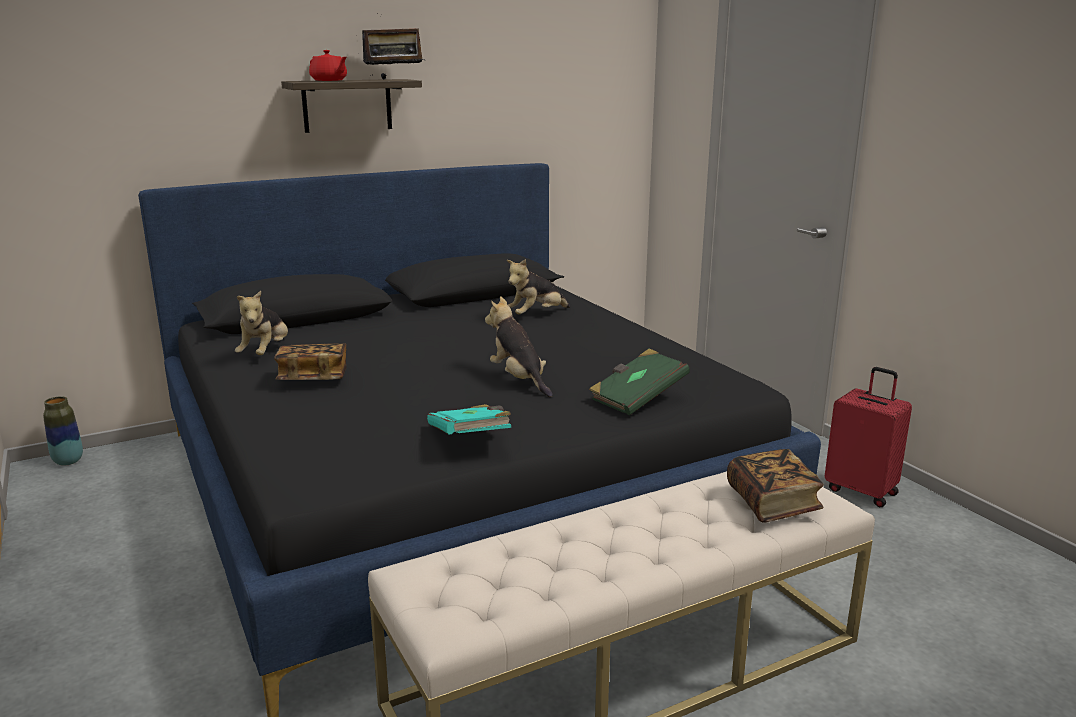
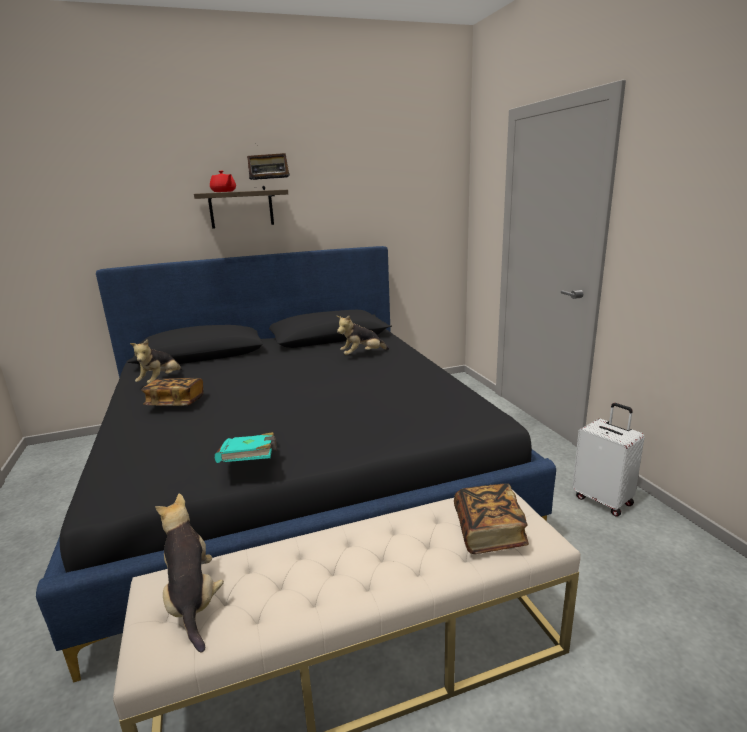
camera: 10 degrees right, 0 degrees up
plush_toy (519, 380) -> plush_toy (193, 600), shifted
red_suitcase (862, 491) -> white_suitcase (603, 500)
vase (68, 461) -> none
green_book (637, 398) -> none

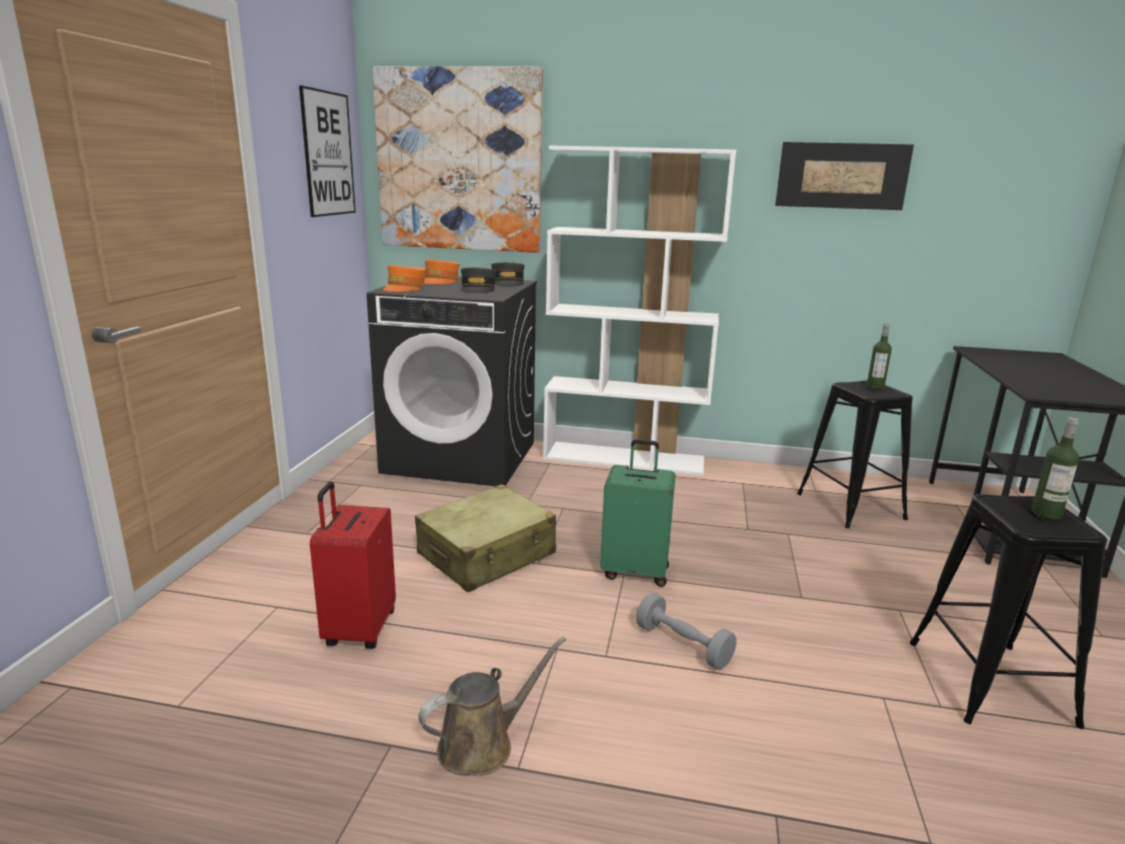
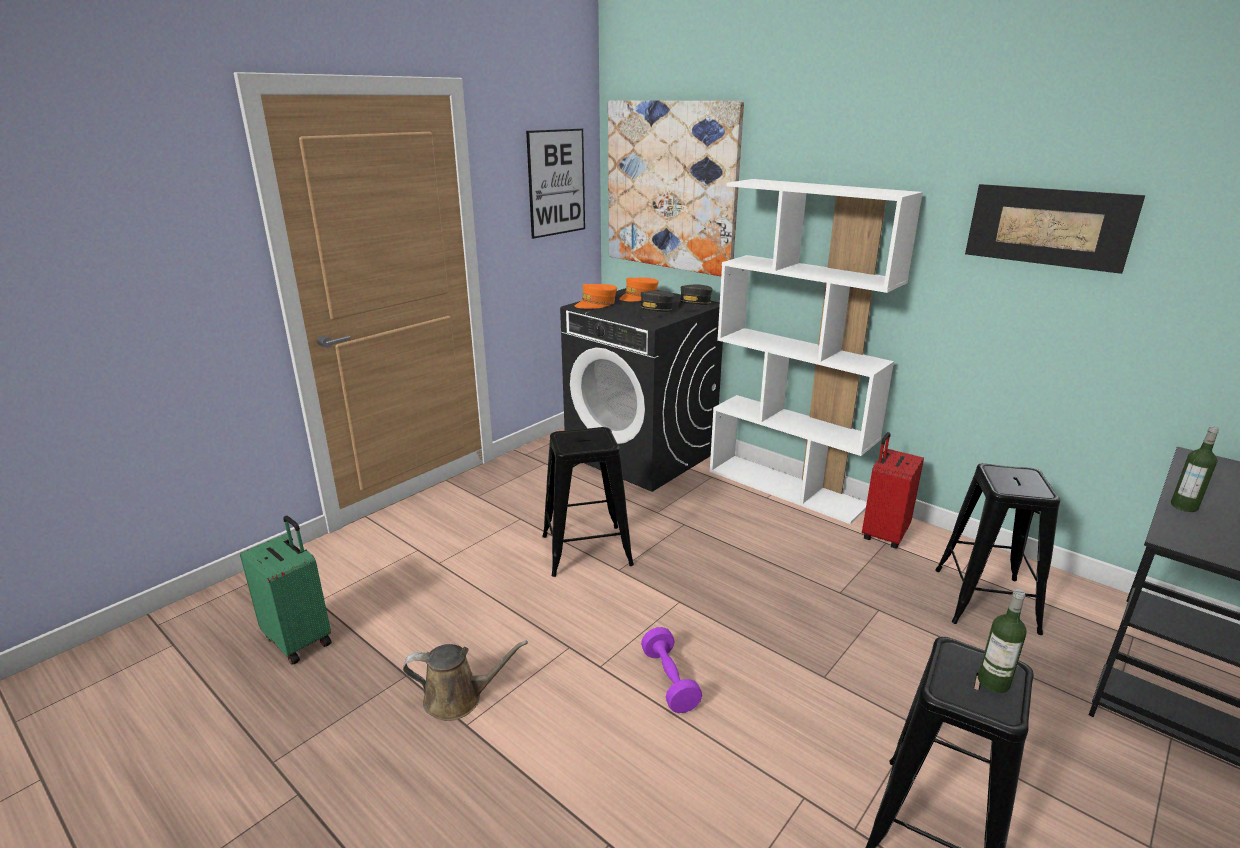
camera: 30 degrees right, 5 degrees up
green_suitcase (635, 571) -> green_suitcase (300, 639), shifted
beige_suitcase (487, 554) -> black_stool (586, 550)
grey_dumbbell (683, 645) -> purple_dumbbell (669, 681)
red_suitcase (358, 629) -> red_suitcase (883, 534), shifted
bottle (875, 386) -> bottle (1184, 506), shifted

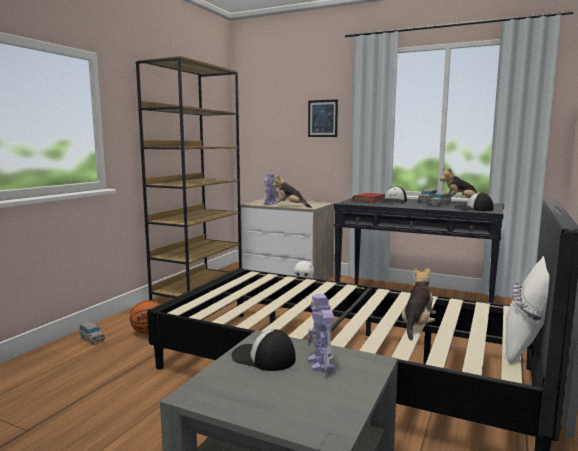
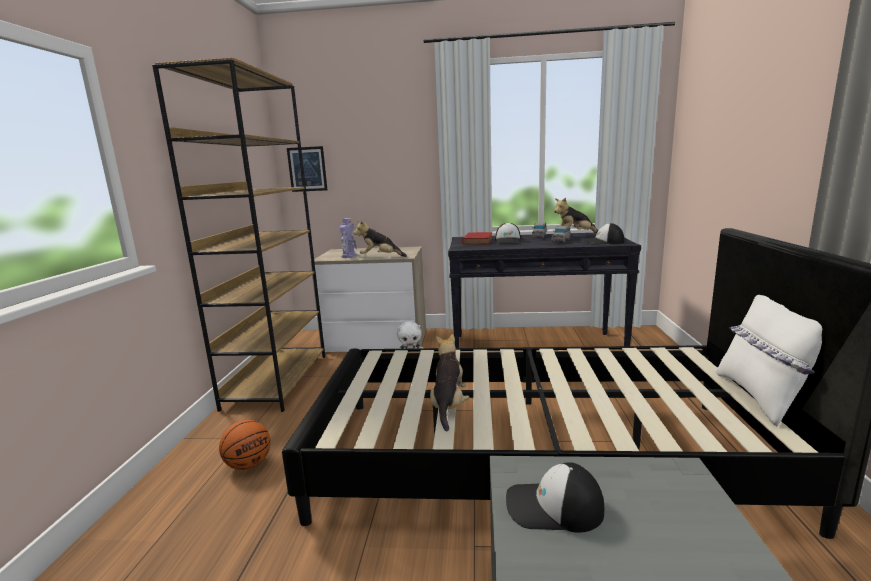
camera: 20 degrees left, 5 degrees up
picture (322, 118) -> picture (307, 169), shifted
plush_toy (417, 325) -> plush_toy (448, 406), shifted
grey_toy_car (92, 339) -> none
toy_robot (321, 364) -> none

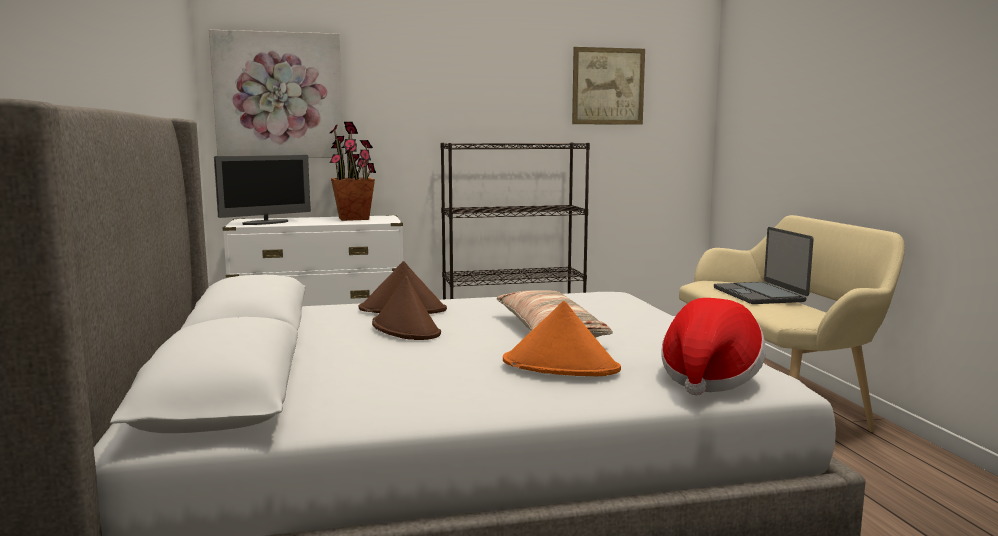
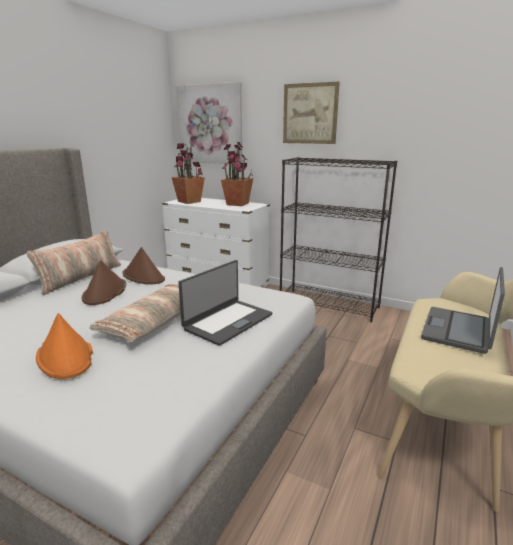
camera: 40 degrees right, 10 degrees up
none -> pillow (80, 278)
monitor (266, 223) -> potted_plant (189, 201)
none -> laptop (227, 321)
picture (608, 86) -> picture (310, 114), shifted
hat (709, 378) -> none

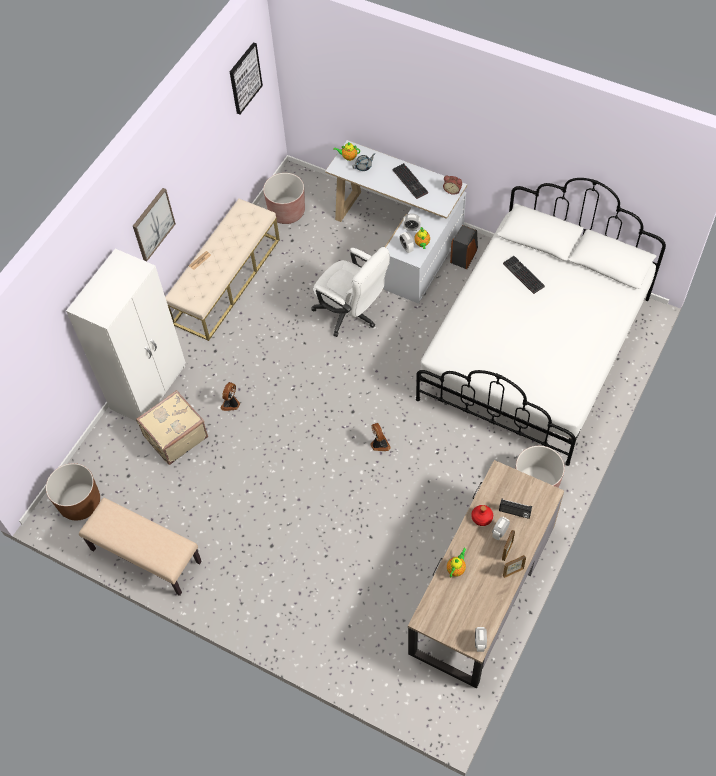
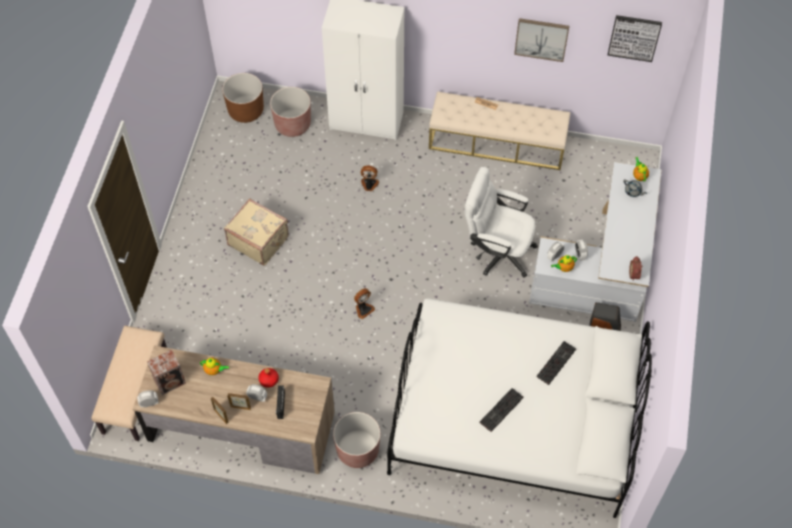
camera: 70 degrees right, 0 degrees up
beige_bench (145, 556) -> beige_bench (135, 392), shifted
none -> speaker (171, 381)
beige_suitcase (175, 436) -> beige_suitcase (258, 240), shifted
brown_planter (286, 212) -> brown_planter (292, 124), shifted
white_office_chair (351, 314) -> white_office_chair (497, 251), 90 degrees clockwise
keyboard (411, 182) -> keyboard (501, 411), shifted
picture (153, 224) -> picture (541, 39), shifted

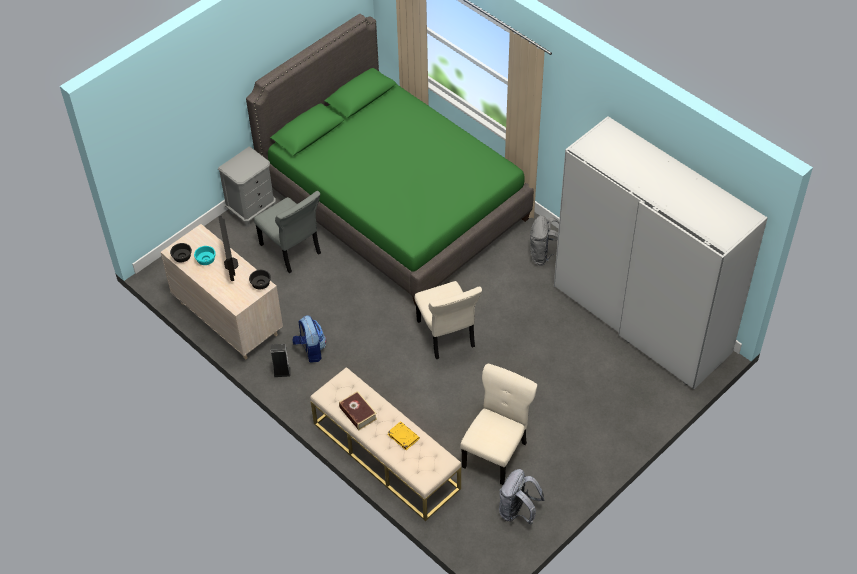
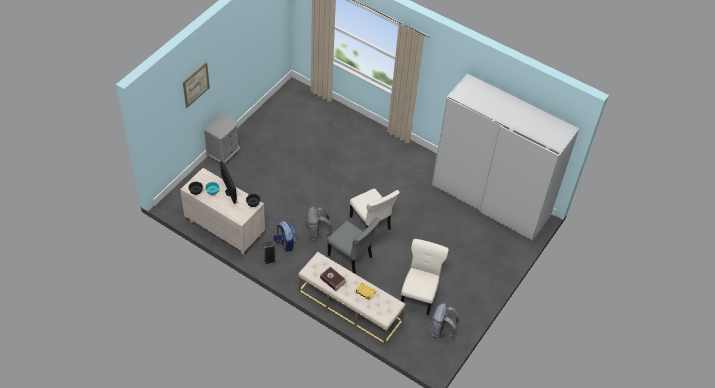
camera: 15 degrees left, 0 degrees up
none -> picture (195, 85)
grey_backpack (545, 256) -> grey_backpack (317, 233), shifted
grey_chair (291, 251) -> grey_chair (351, 257), shifted
green_bed (394, 203) -> none

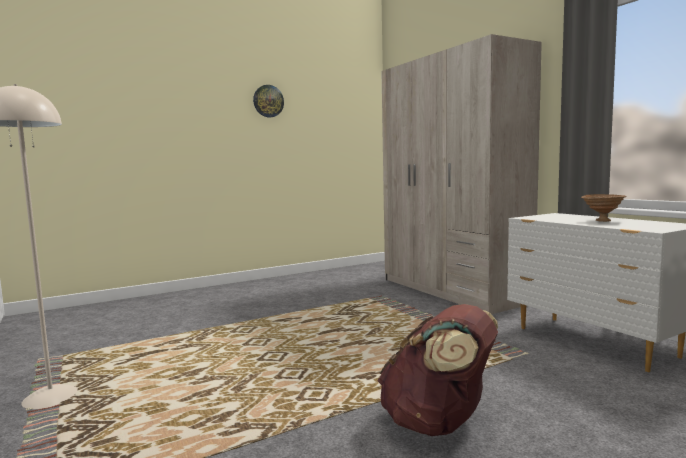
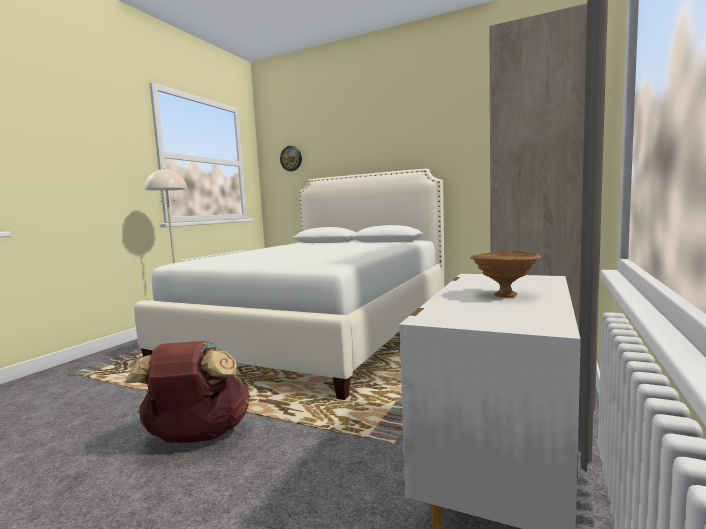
camera: 55 degrees right, 0 degrees up
none -> white_bed (321, 330)
wall_clock (268, 101) -> wall_clock (291, 158), shifted

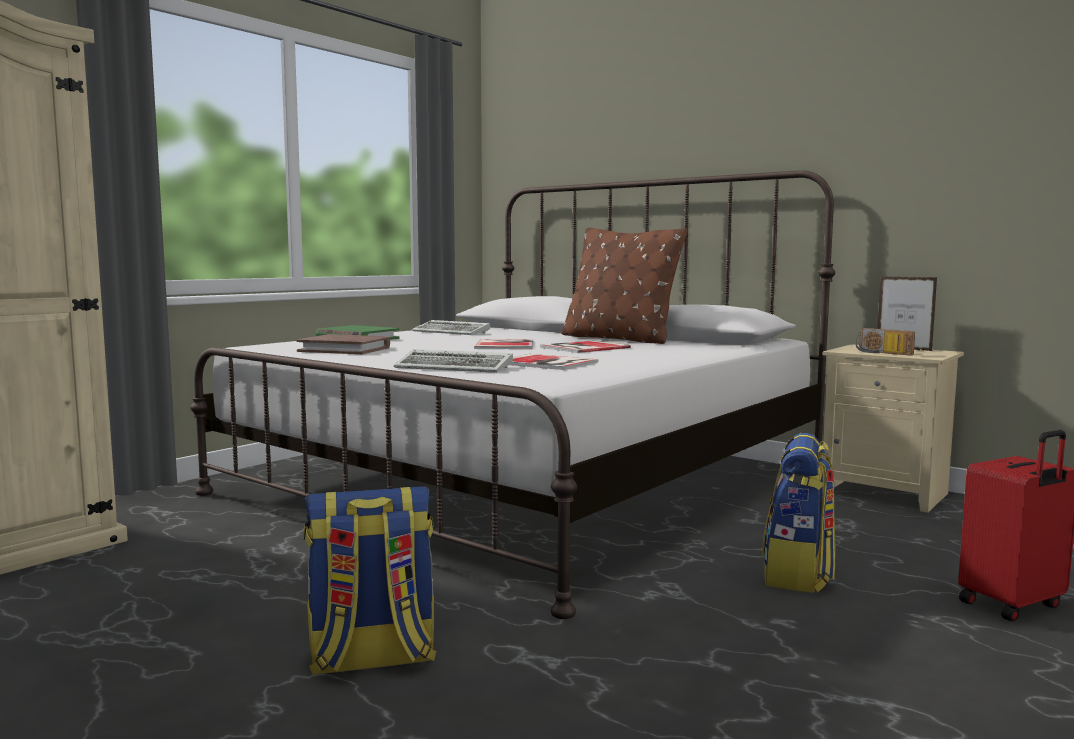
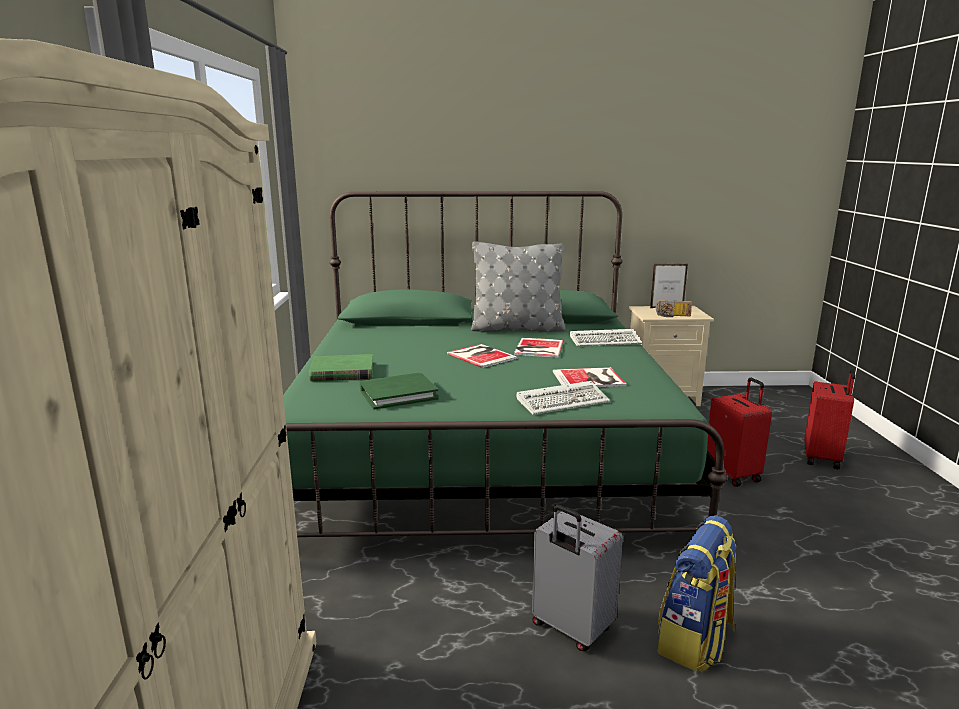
camera: 40 degrees left, 10 degrees up
white_bed (525, 483) -> green_bed (480, 453)
brown_book (345, 349) -> green_book (398, 394)
brown_pillow (619, 339) -> grey_pillow (517, 328)
none -> grey_suitcase (570, 628)
keyboard (453, 332) -> keyboard (606, 341), shifted
backpack (798, 574) -> red_suitcase (733, 474)

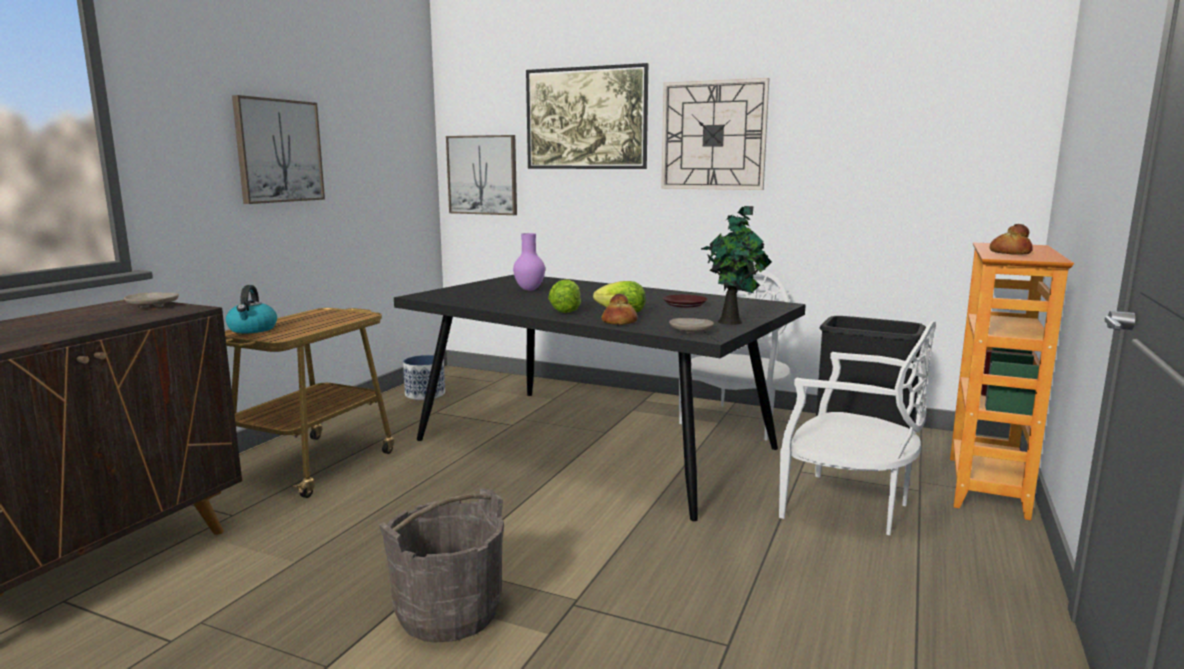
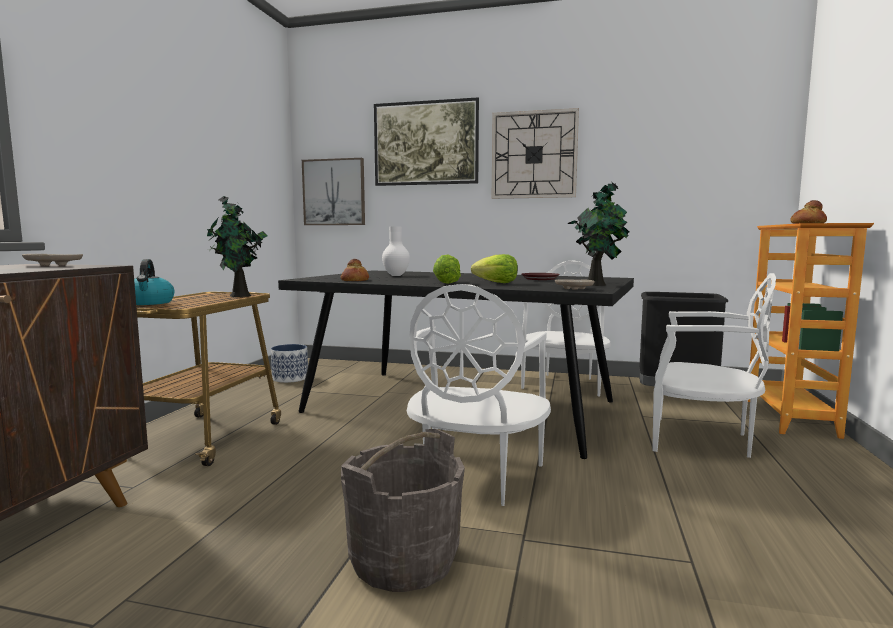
camera: 10 degrees left, 5 degrees down
none -> potted_plant (239, 296)
bread (620, 322) -> bread (355, 280), shifted
purple_vase (529, 290) -> white_vase (396, 275)
none -> white_chair (475, 478)
picture (279, 151) -> none

